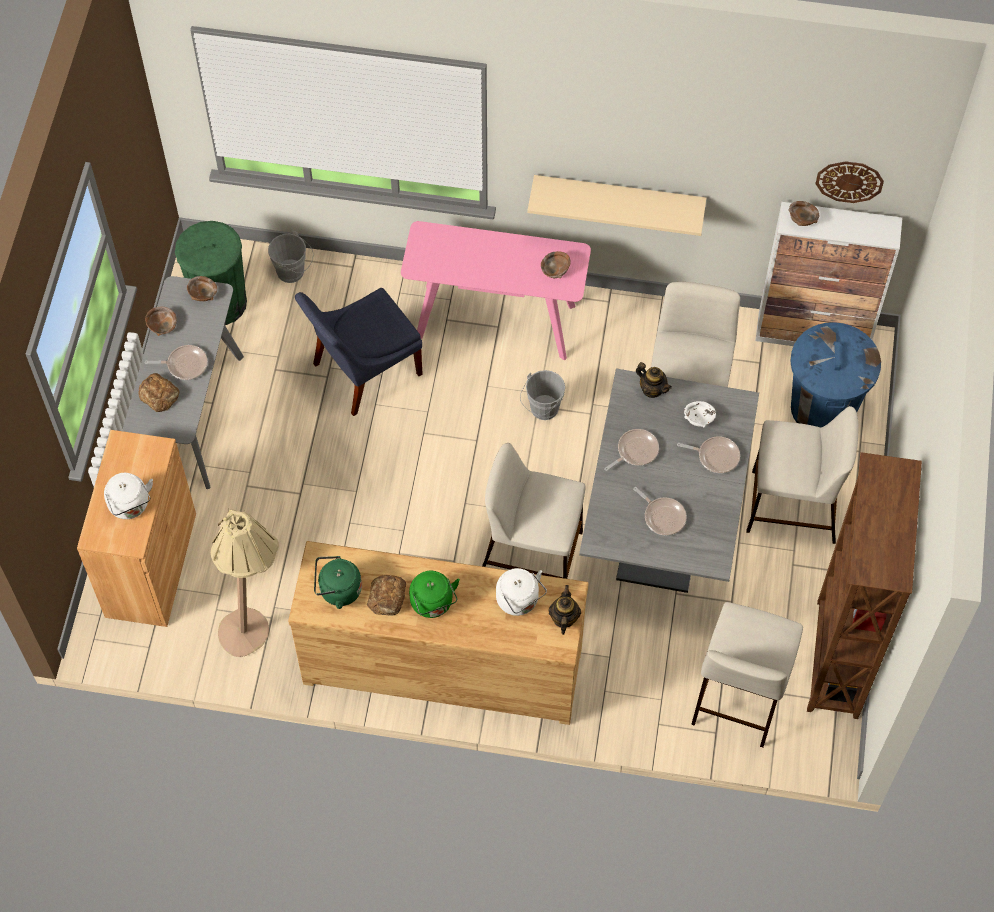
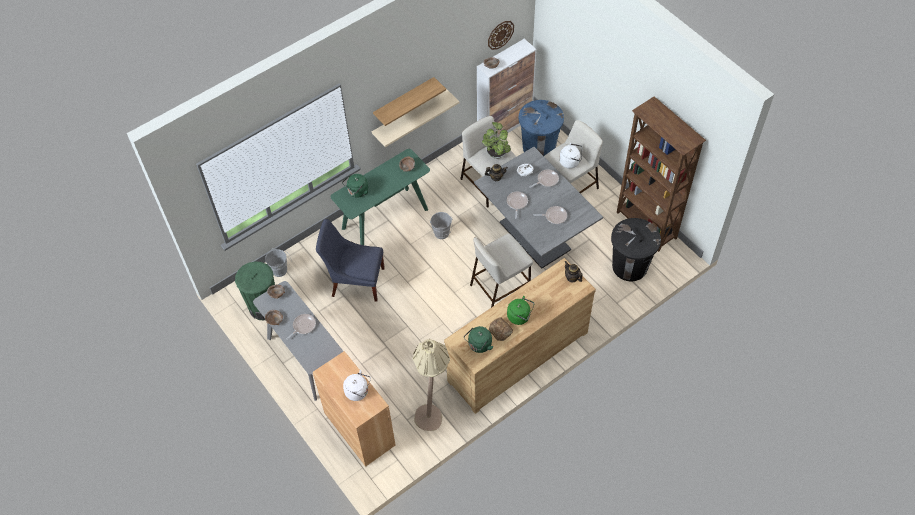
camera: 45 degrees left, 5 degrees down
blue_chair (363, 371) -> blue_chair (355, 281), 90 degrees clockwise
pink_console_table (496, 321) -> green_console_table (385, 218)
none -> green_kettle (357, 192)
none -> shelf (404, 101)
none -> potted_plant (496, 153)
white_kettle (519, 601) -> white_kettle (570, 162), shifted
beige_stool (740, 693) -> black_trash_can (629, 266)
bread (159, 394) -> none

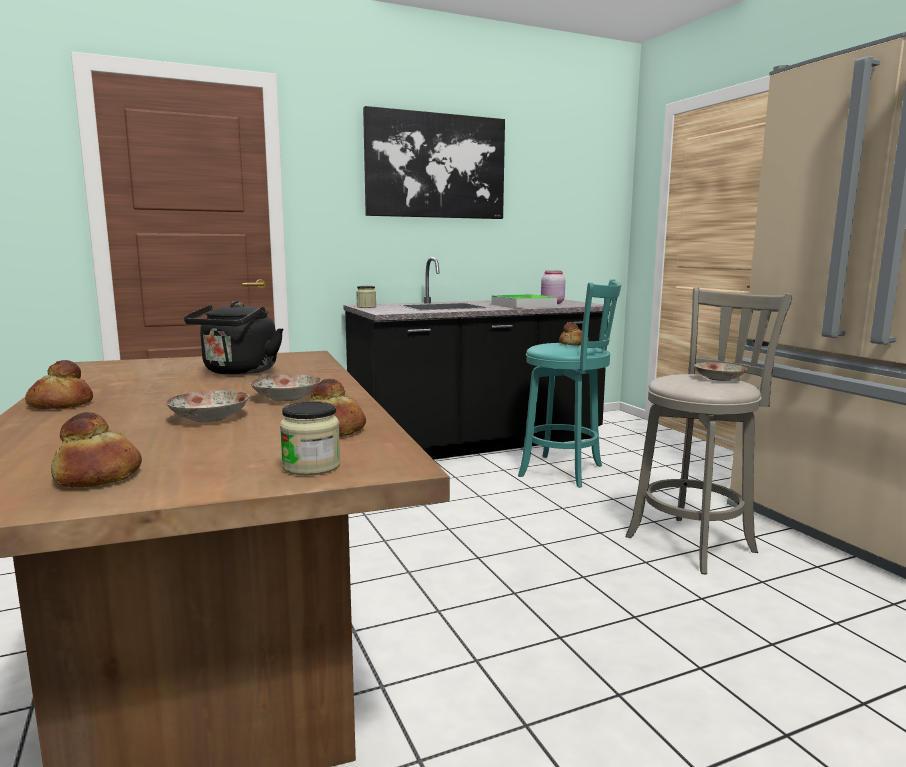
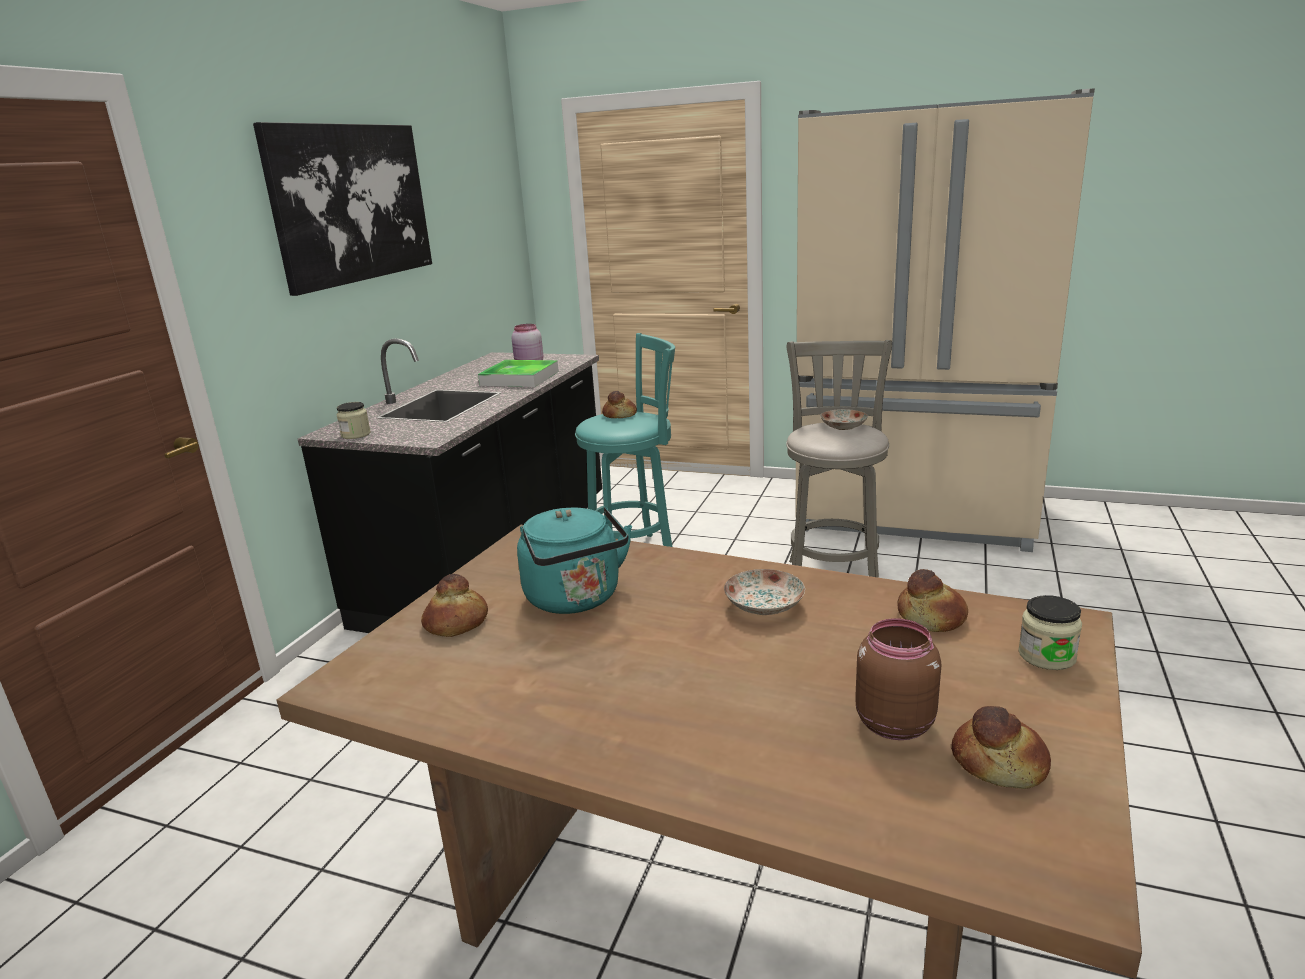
camera: 45 degrees left, 10 degrees up
bread (60, 404) -> bread (456, 623), shifted
black_kettle (238, 372) -> turquoise_kettle (576, 599)
none -> brown_jar (893, 722)
plate (209, 417) -> none

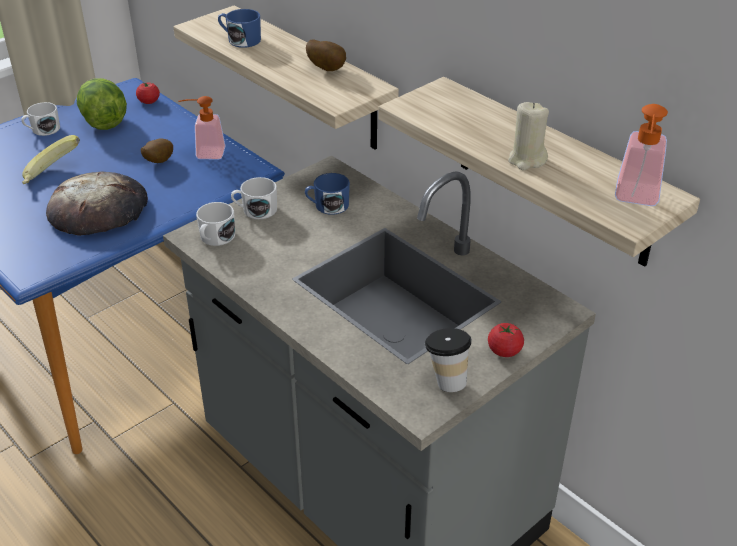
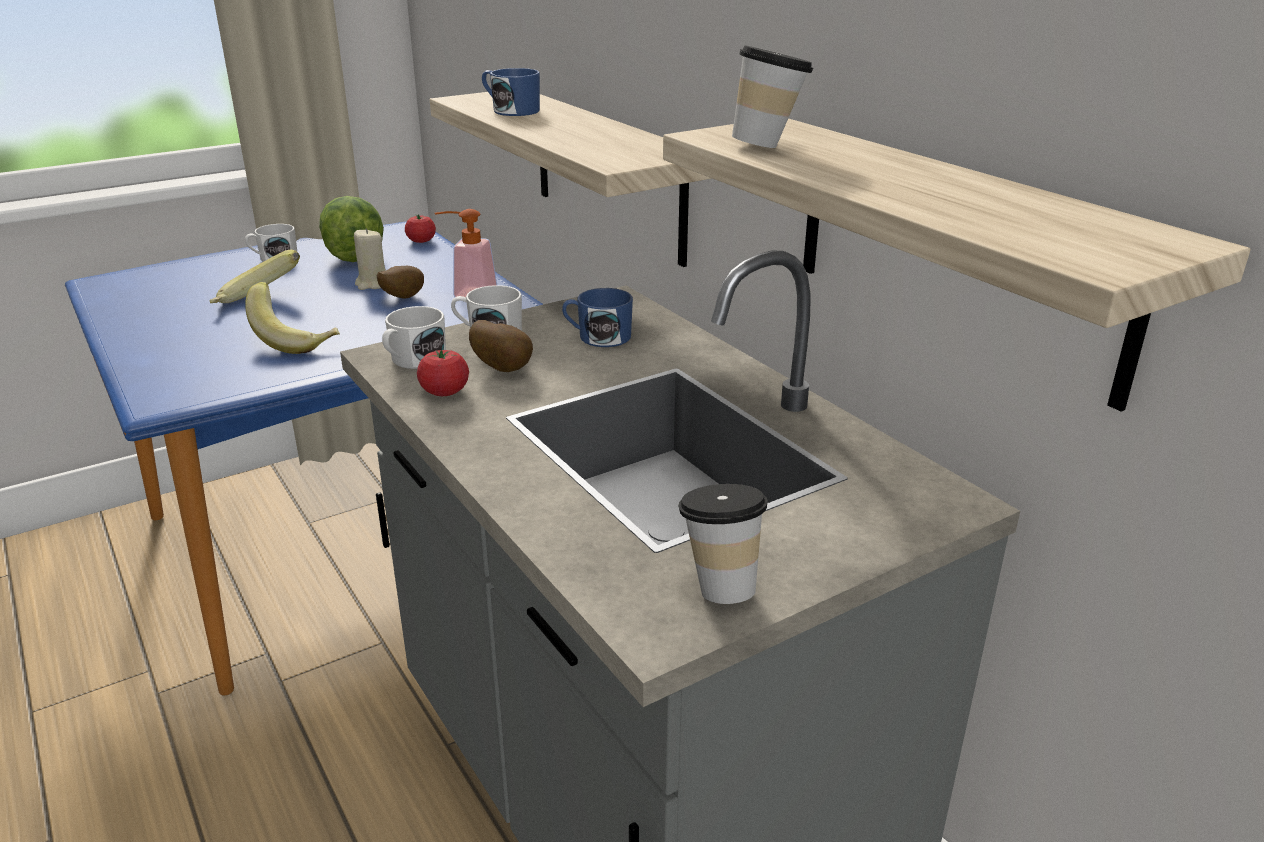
camera: 10 degrees right, 10 degrees down
bread (99, 210) -> banana (296, 340)
beige_candle (526, 160) -> beige_candle (373, 284), shifted
tomato (504, 351) -> tomato (444, 392), shifted
potato (327, 69) -> potato (504, 368), shifted
none -> cup (768, 145)
soap_dispenser (636, 199) -> none

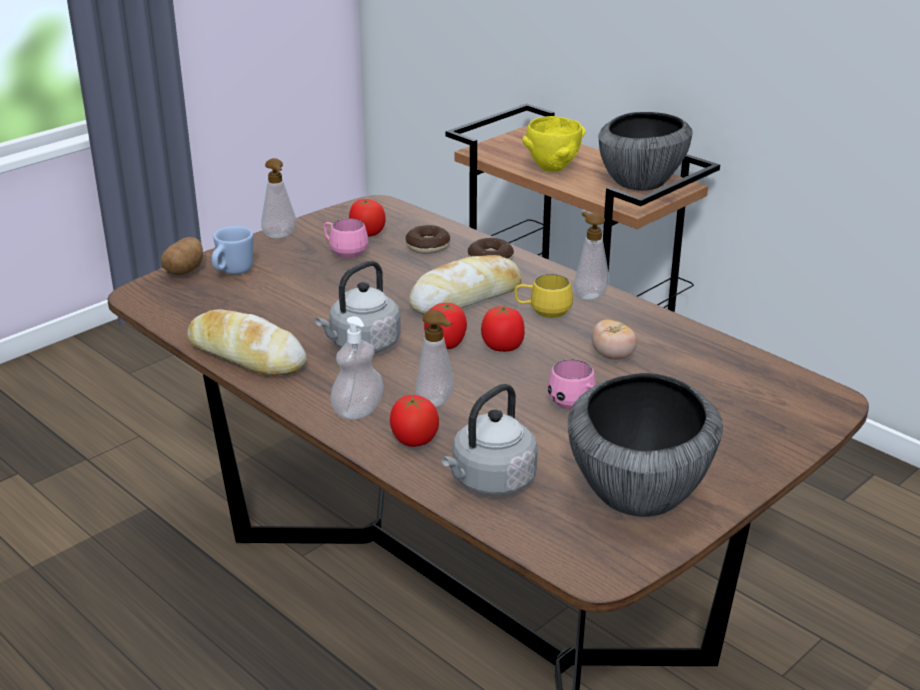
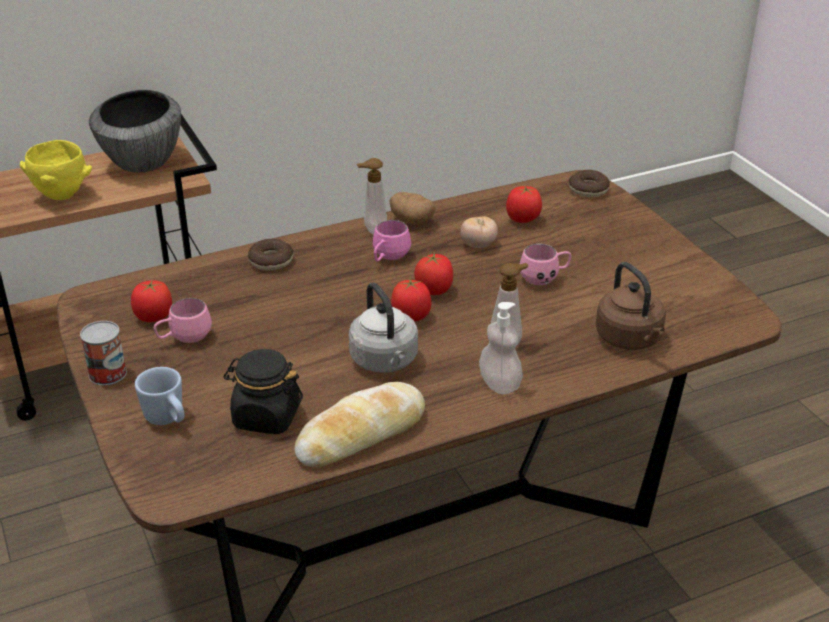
camera: 70 degrees left, 5 degrees up
soap_dispenser (280, 236) -> can (107, 373)
none -> black_jar (266, 417)
yellow_mug (542, 313) -> pink_mug (388, 258)
potato (185, 270) -> potato (411, 221), shifted
tomato (414, 441) -> tomato (522, 219), shifted
donut (427, 246) -> donut (588, 190), shifted
grey_kettle (490, 482) -> brown_kettle (630, 339)
bread (466, 297) -> none
bowl (638, 495) -> none

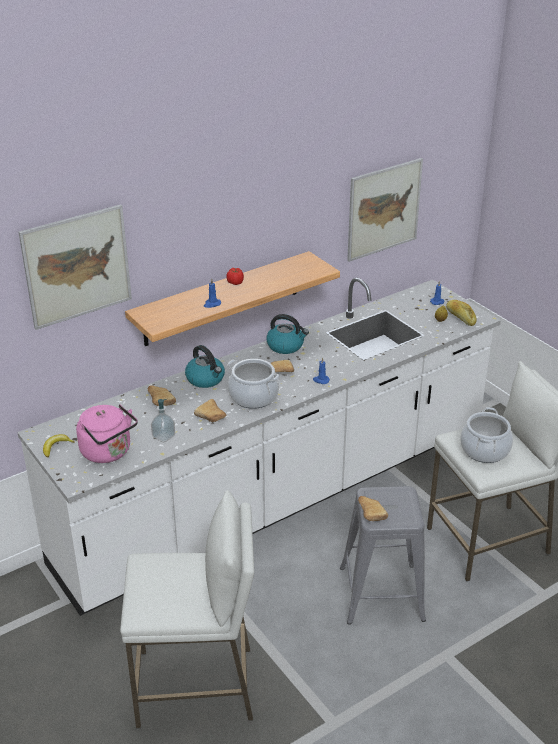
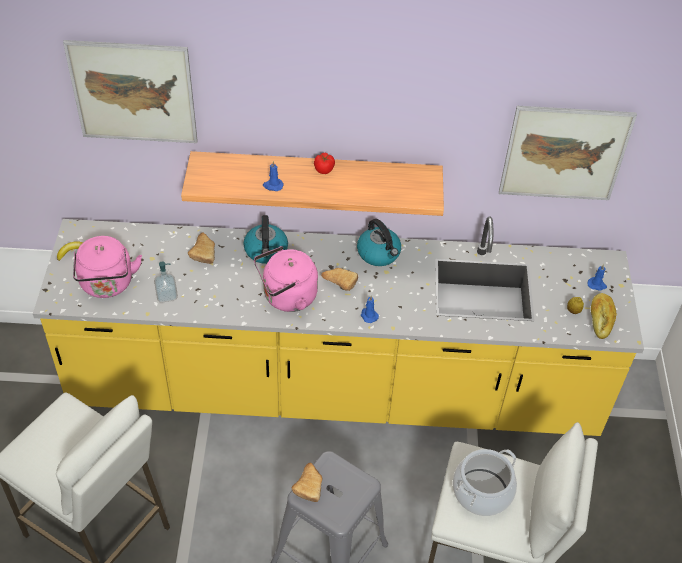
camera: 35 degrees right, 15 degrees up
white_counter (279, 498) -> yellow_counter (335, 391)
cooking_pot (253, 397) -> pink_kettle (287, 297)
bread (212, 417) -> none

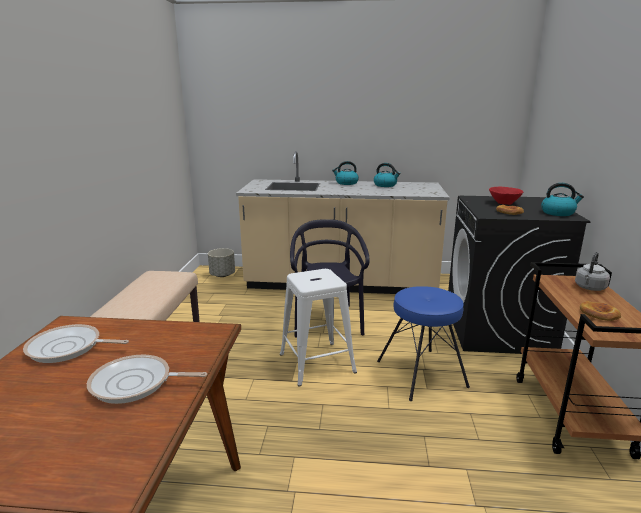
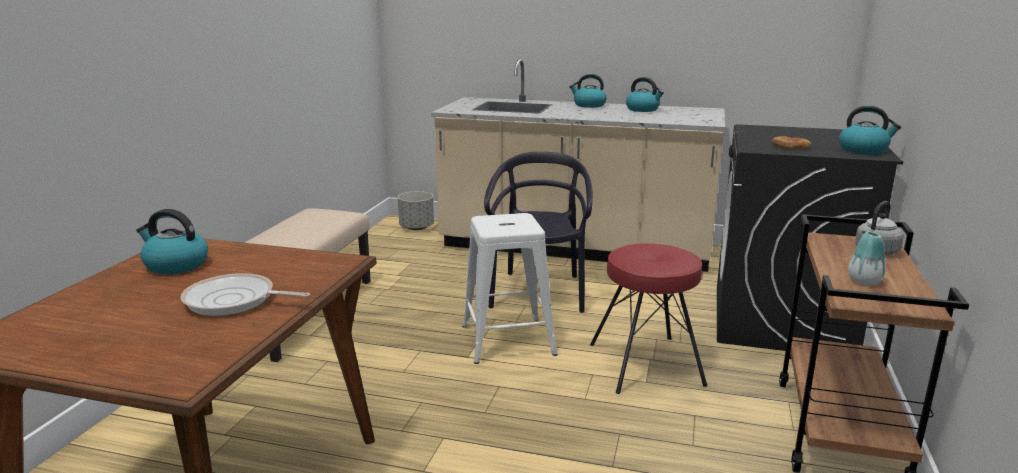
camera: 10 degrees right, 0 degrees up
frying_pan (68, 348) -> kettle (175, 265)
blue_stool (422, 373) -> red_stool (646, 363)
bread (599, 314) -> vase (864, 281)
red_bowl (504, 203) -> none

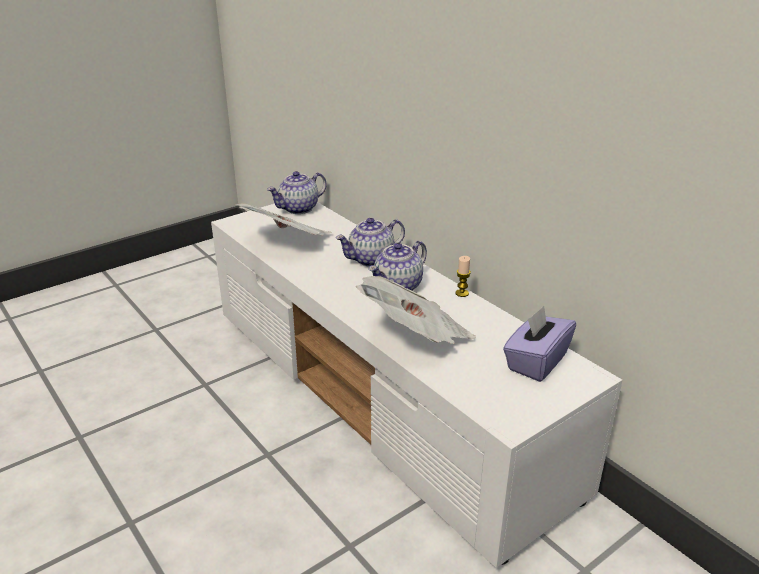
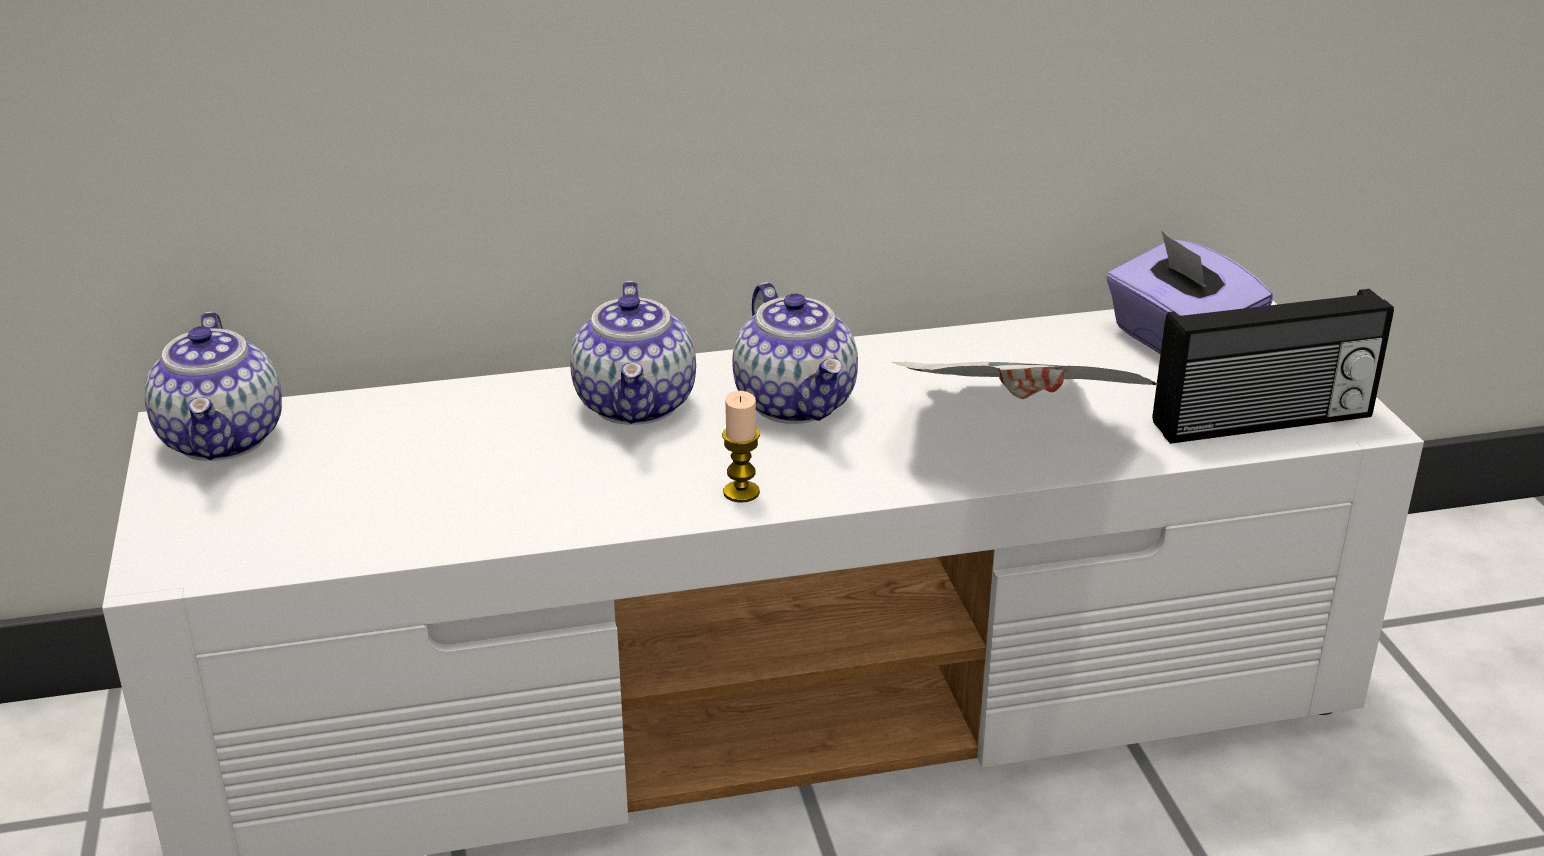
camera: 65 degrees left, 0 degrees up
candle (462, 293) -> candle (741, 492), shifted
none -> radio (1264, 422)
newspaper (287, 242) -> none

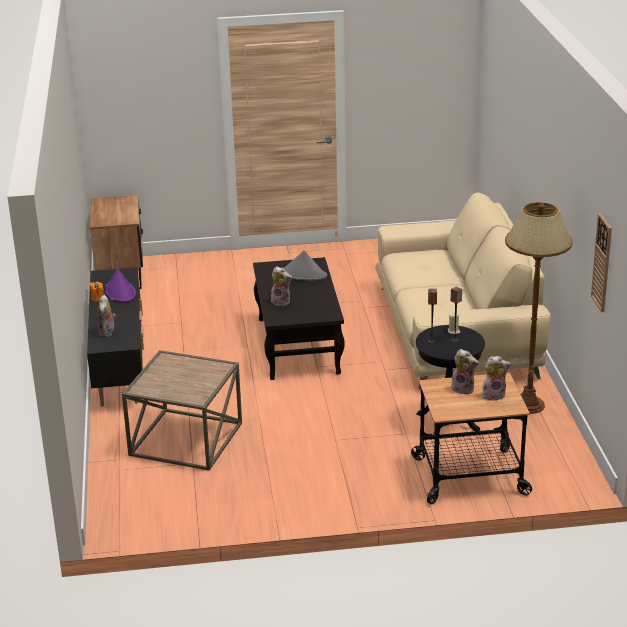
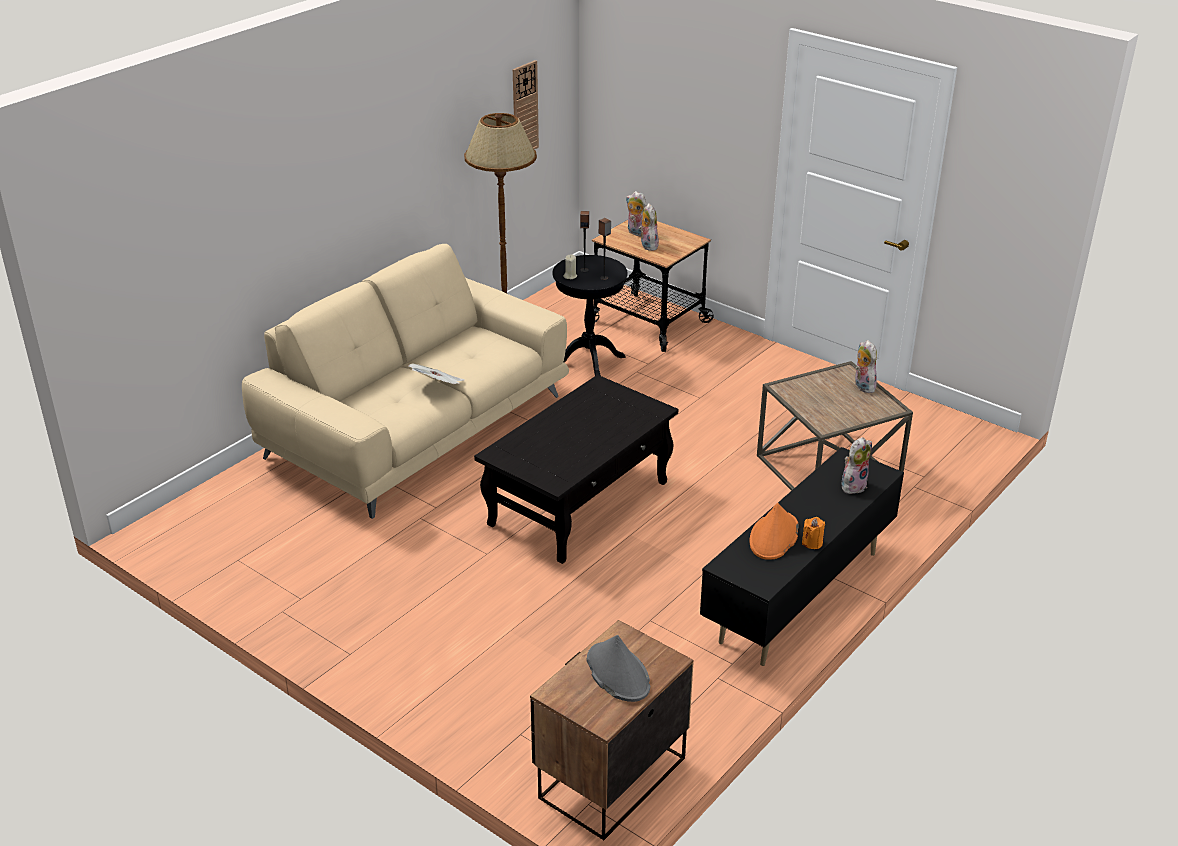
camera: 135 degrees left, 5 degrees up
none -> newspaper (438, 386)
grey_hat (303, 274) -> grey_hat (617, 673), shifted
purple_hat (120, 292) -> orange_hat (774, 537)
plush_toy (282, 302) -> plush_toy (862, 386), shifted

